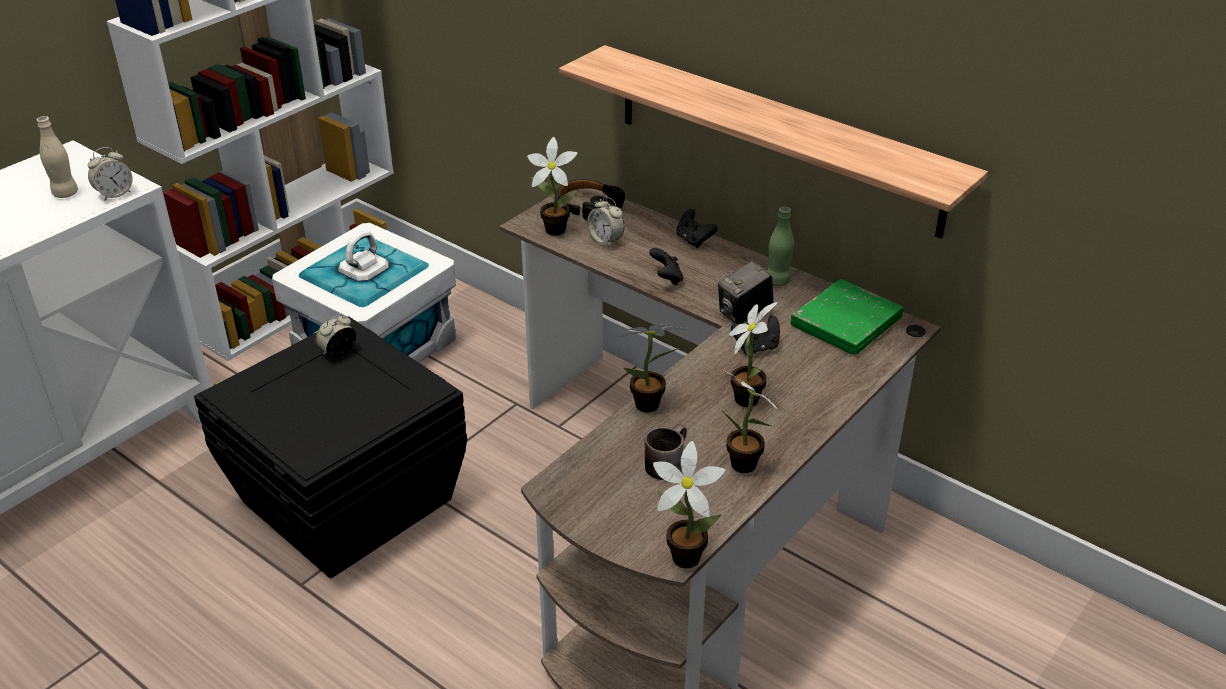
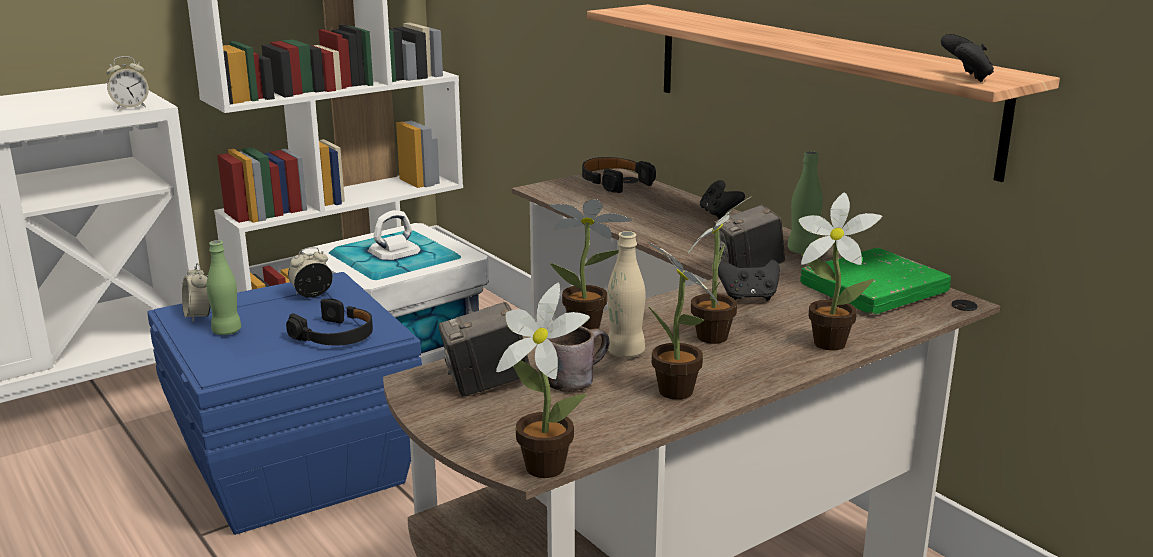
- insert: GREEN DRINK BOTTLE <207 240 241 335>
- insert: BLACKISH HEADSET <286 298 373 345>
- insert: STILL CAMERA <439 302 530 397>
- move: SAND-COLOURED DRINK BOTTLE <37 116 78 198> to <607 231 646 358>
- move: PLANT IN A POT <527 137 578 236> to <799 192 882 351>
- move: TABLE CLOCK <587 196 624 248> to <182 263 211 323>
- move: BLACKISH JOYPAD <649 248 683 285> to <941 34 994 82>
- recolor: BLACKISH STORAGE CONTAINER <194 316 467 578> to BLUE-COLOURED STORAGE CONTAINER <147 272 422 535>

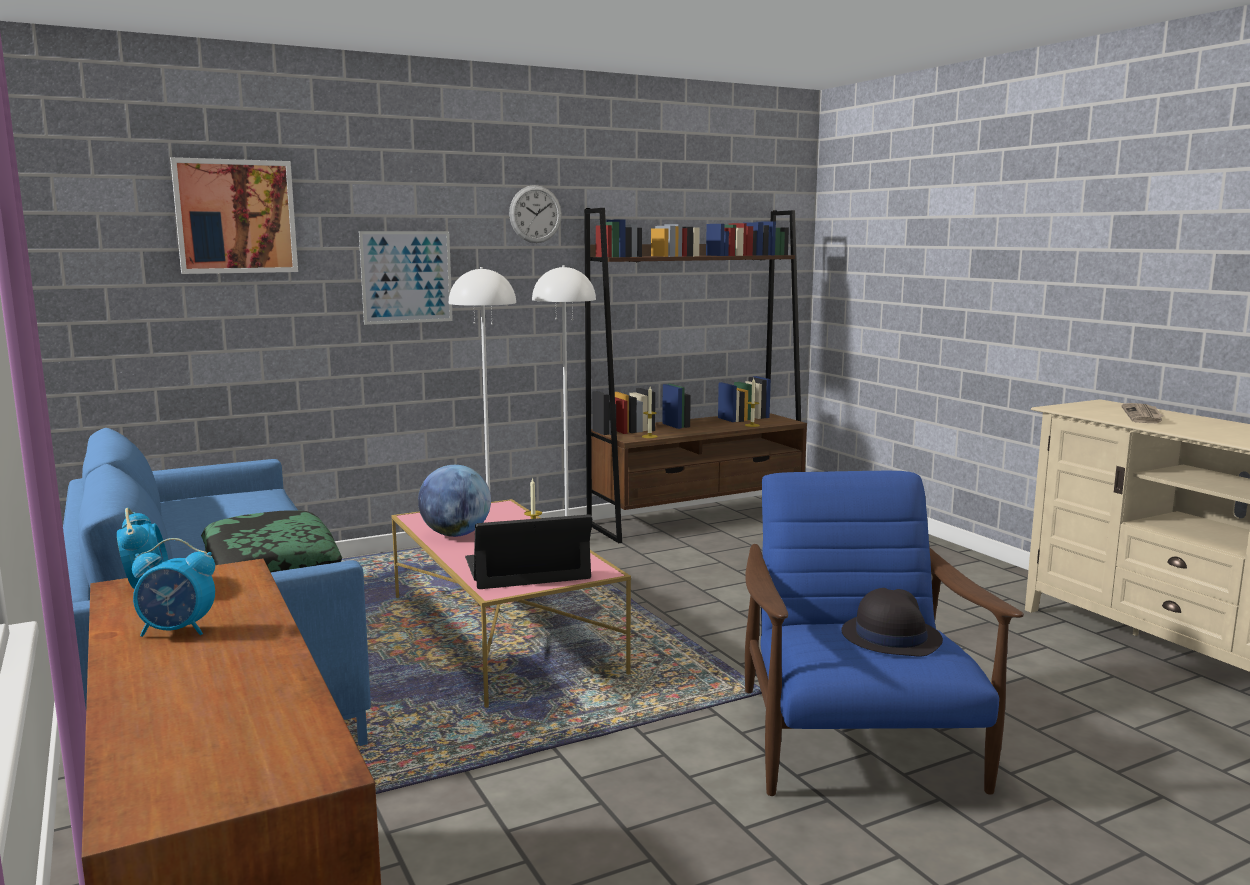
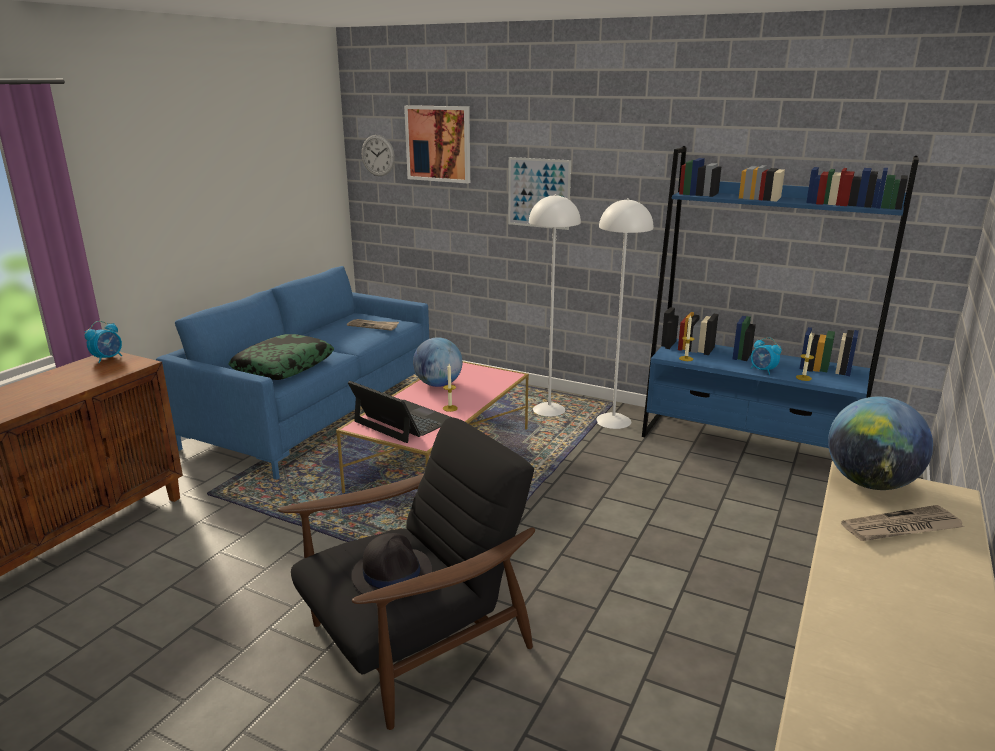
- insert: NEWSPAPER <347 319 399 331>
- insert: DESK GLOBE <828 397 933 490>
- move: TABLE CLOCK <132 538 215 637> to <751 337 782 375>
- move: HANGING CLOCK <509 185 562 243> to <362 135 395 176>
- recolor: BROWN BOOKSHELF <584 208 807 543> to BLUE-COLOURED BOOKSHELF <642 146 919 448>
- recolor: BLUE-COLOURED EASY CHAIR <745 471 1024 796> to BLACKISH EASY CHAIR <278 417 535 730>

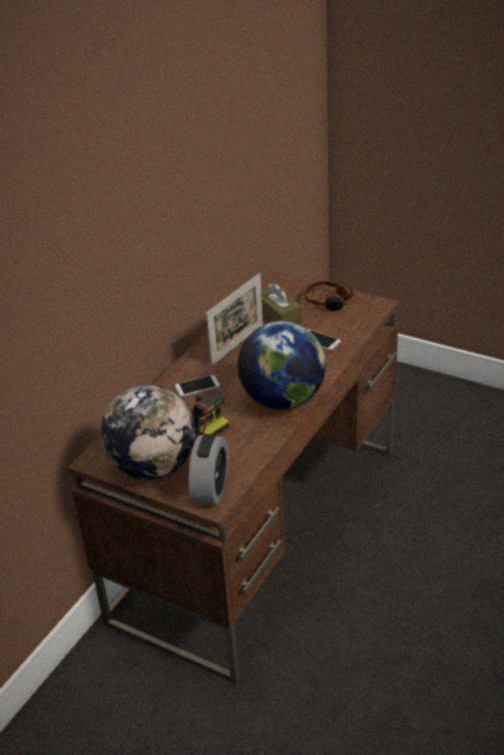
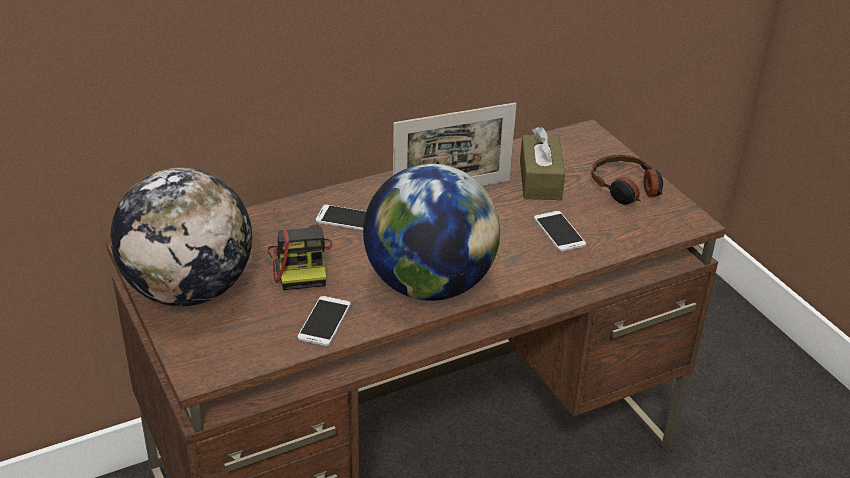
- delete: TABLE CLOCK <189 434 228 506>
- insert: HANDSET <297 296 351 346>

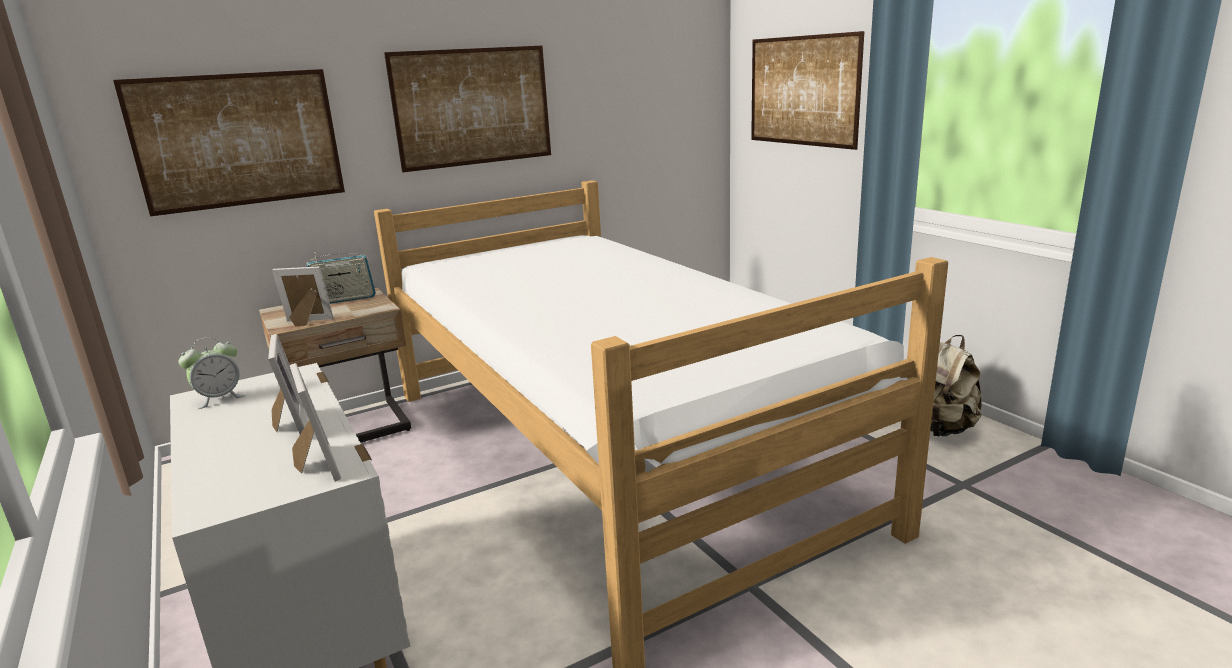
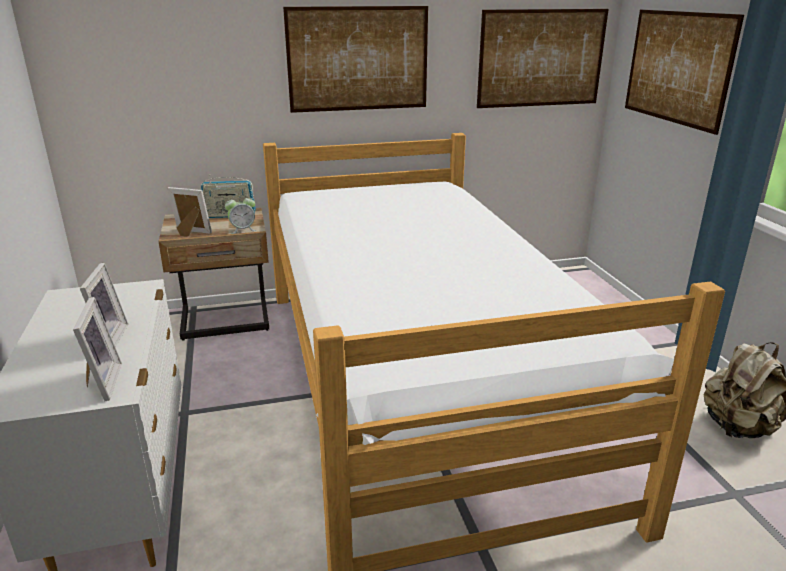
- move: WALL PICTURE <113 69 345 216> to <477 9 609 108>
- move: TABLE CLOCK <178 337 246 409> to <225 194 257 234>

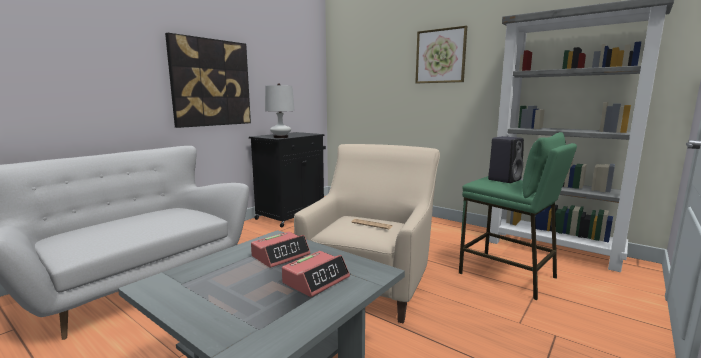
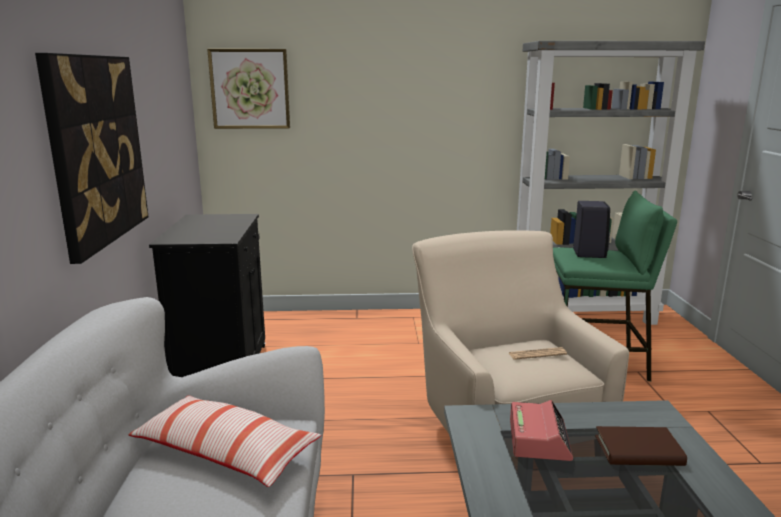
- delete: WHITE-COLOURED LAMP FOR A TABLE <265 83 295 138>
- insert: CUSHION <128 395 321 487>
- move: WALL PICTURE <415 26 467 83> to <207 49 290 129>
- replace: TABLE CLOCK <282 251 350 297> to BROWN BOOK <595 426 687 466>

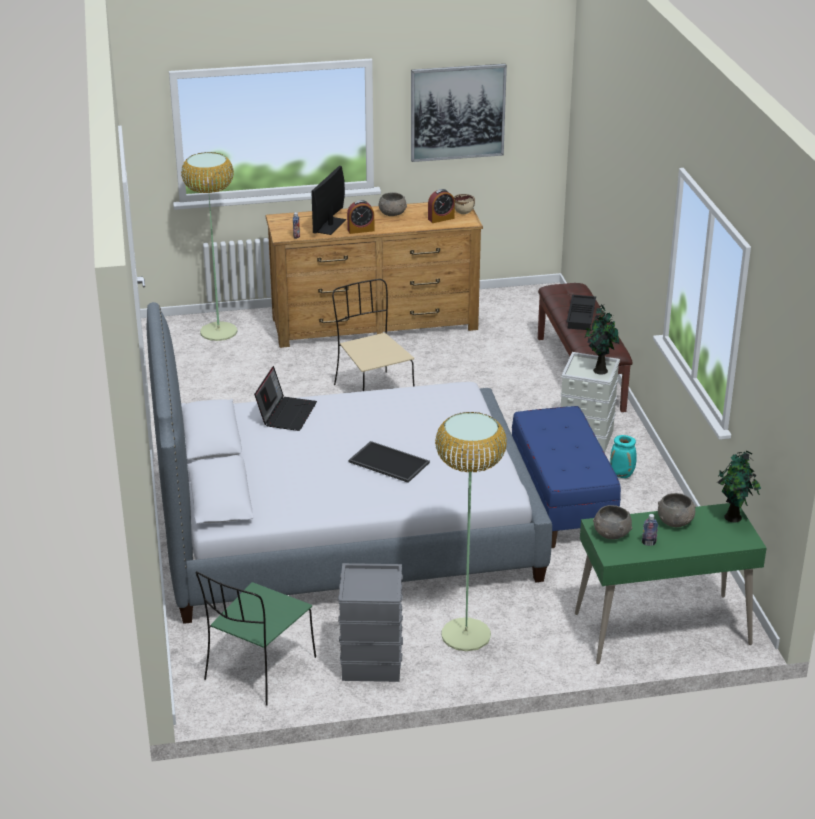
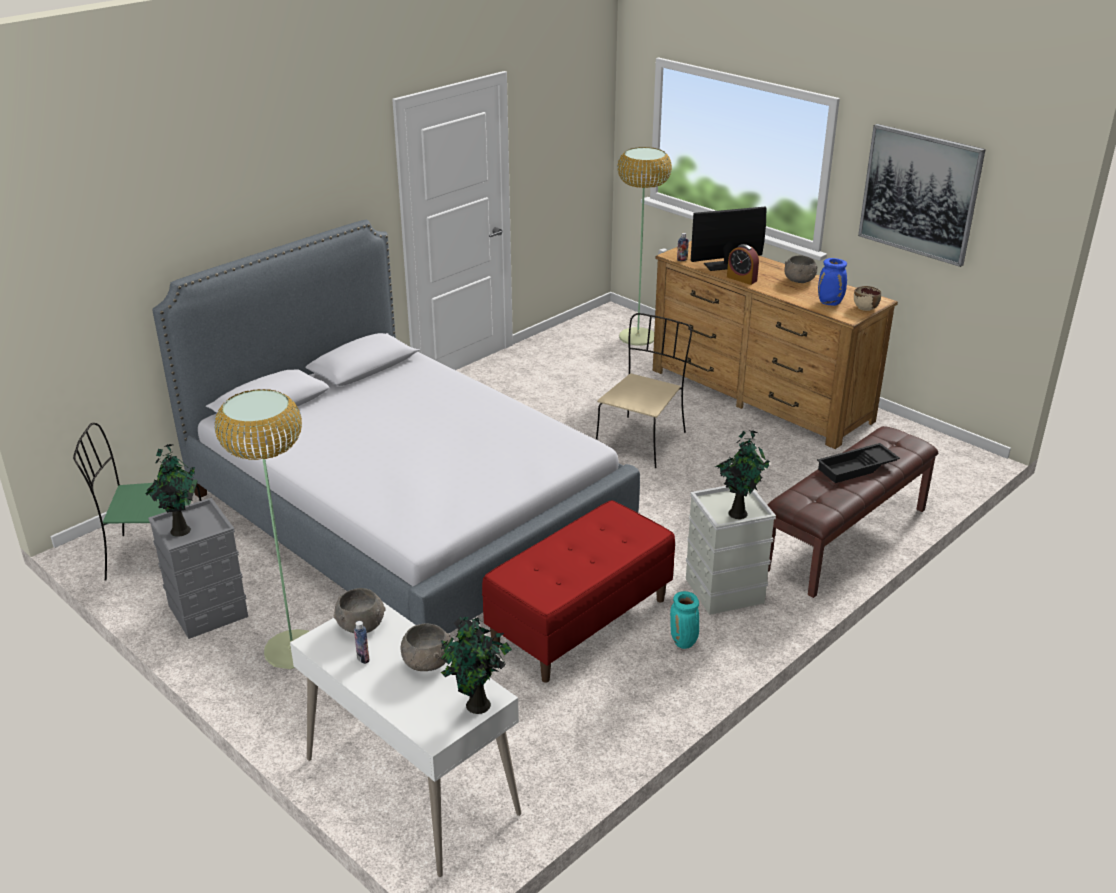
- delete: PORTABLE COMPUTER <254 366 317 431>
- delete: CARRYING TRAY <348 441 430 483>
- insert: PLANT IN A POT <146 444 195 537>
- replace: TABLE CLOCK <428 189 455 223> to BLUE-COLOURED VASE <818 258 847 306>
- recolor: BLUE-COLOURED BENCH <512 406 621 548> to REDDISH BENCH <482 500 675 683>
- recolor: GREEN DESK TABLE <575 503 767 664> to WHITE-COLOURED DESK TABLE <290 601 521 877>

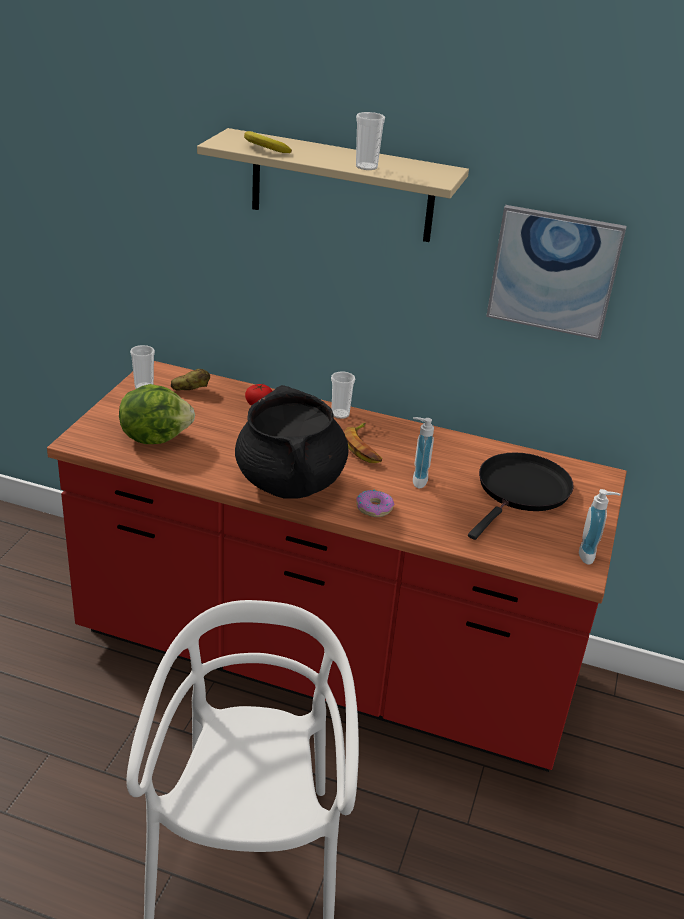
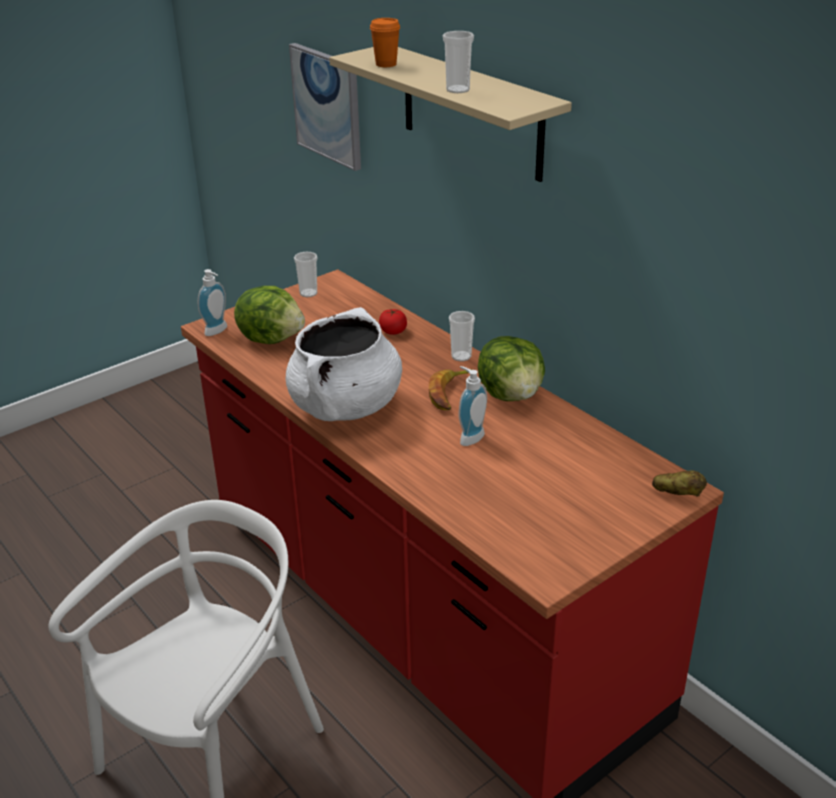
- delete: RING DOUGHNUT <356 490 394 517>
- delete: BLACKISH PAN <468 452 574 540>
- insert: HEAD OF LETTUCE <478 336 545 401>
- move: SPUD <171 369 210 391> to <652 470 707 497>
- move: WALL PICTURE <486 205 627 340> to <289 43 361 171>
- move: LIQUID SOAP BOTTLE <579 489 621 565> to <198 269 227 336>
- replace: BANANA <244 131 292 153> to ORANGEY DRINKING CUP <370 18 400 67>
- recolor: BLACKISH STOCKPOT <235 385 348 499> to WHITE-COLOURED STOCKPOT <286 307 402 421>

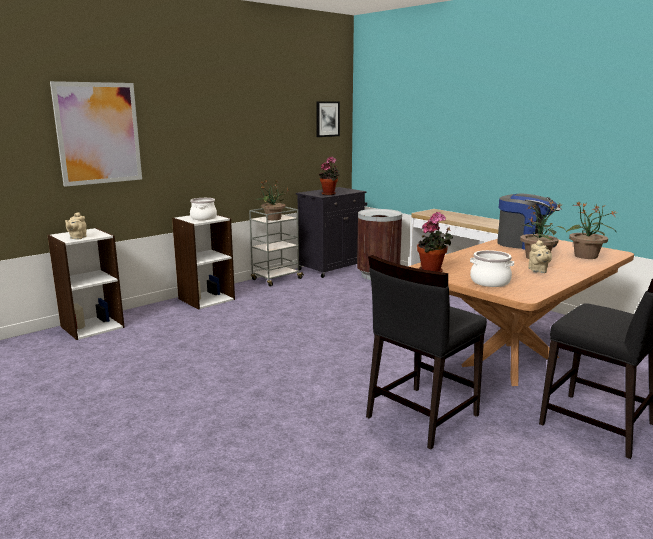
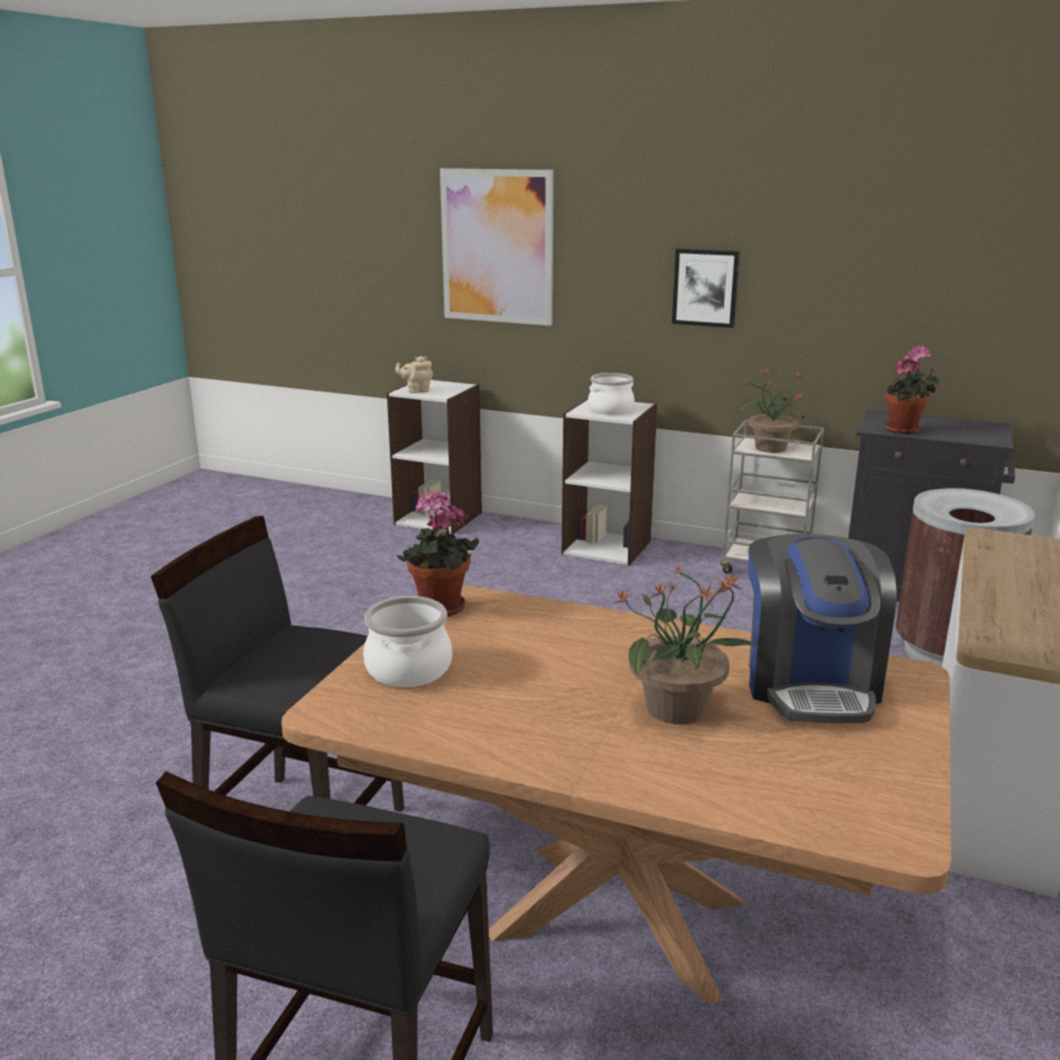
- delete: SAND-COLOURED TEA POT <528 240 552 273>
- delete: PLANT IN A POT <566 202 616 259>
- move: WALL PICTURE <316 101 340 137> to <672 249 740 328>

